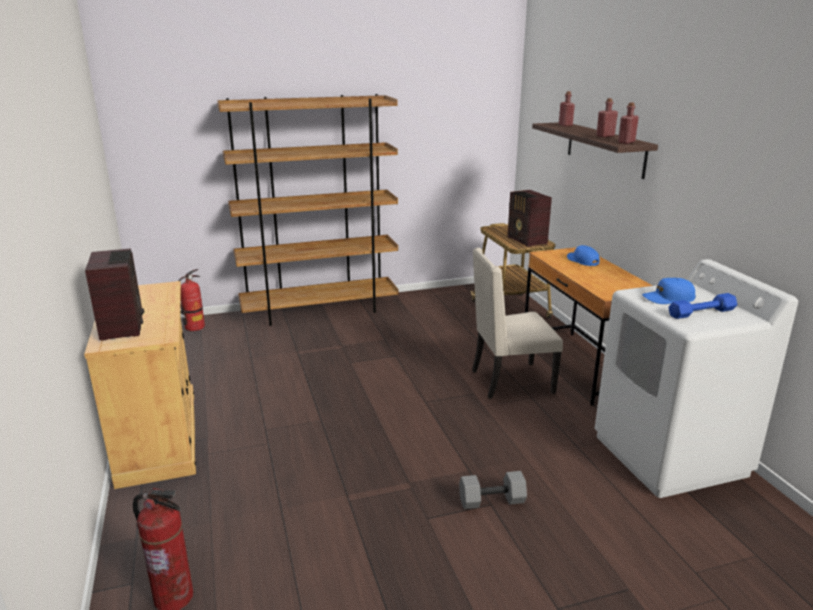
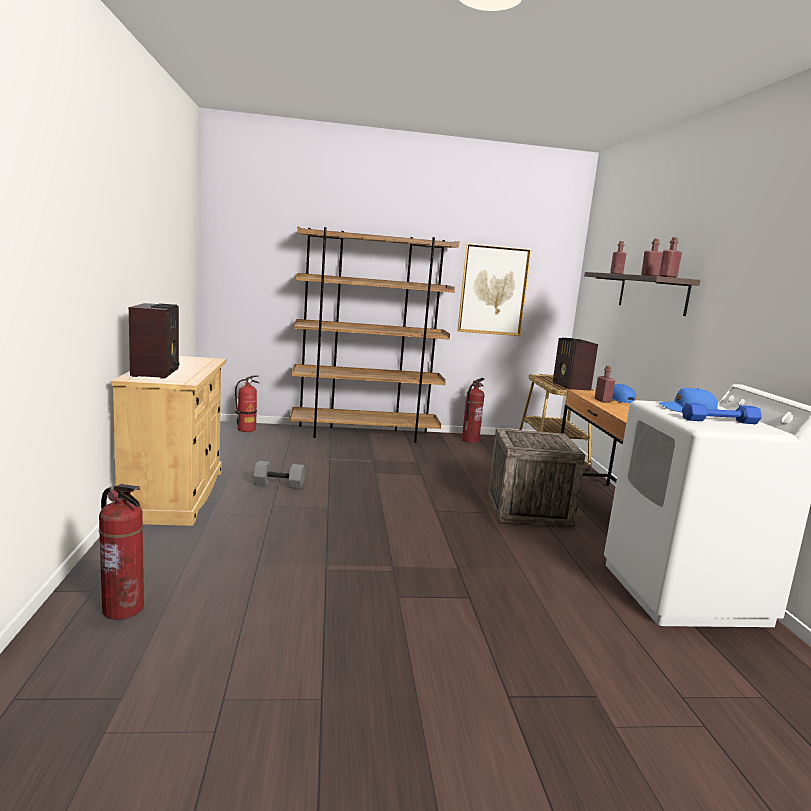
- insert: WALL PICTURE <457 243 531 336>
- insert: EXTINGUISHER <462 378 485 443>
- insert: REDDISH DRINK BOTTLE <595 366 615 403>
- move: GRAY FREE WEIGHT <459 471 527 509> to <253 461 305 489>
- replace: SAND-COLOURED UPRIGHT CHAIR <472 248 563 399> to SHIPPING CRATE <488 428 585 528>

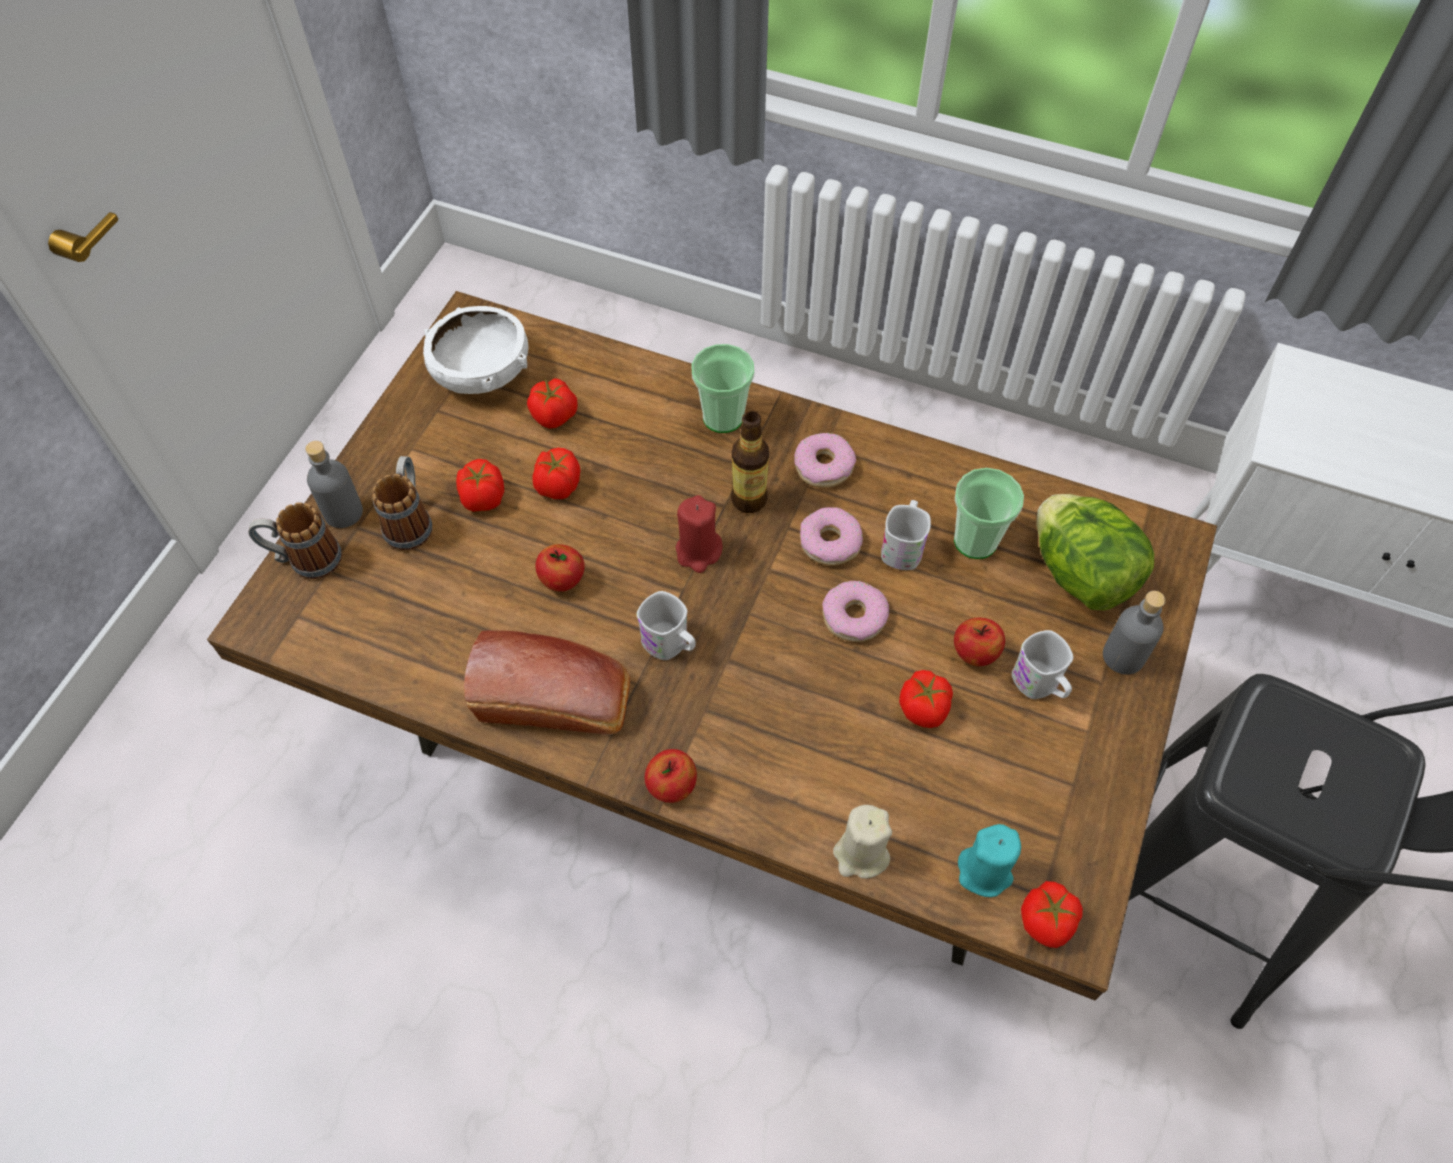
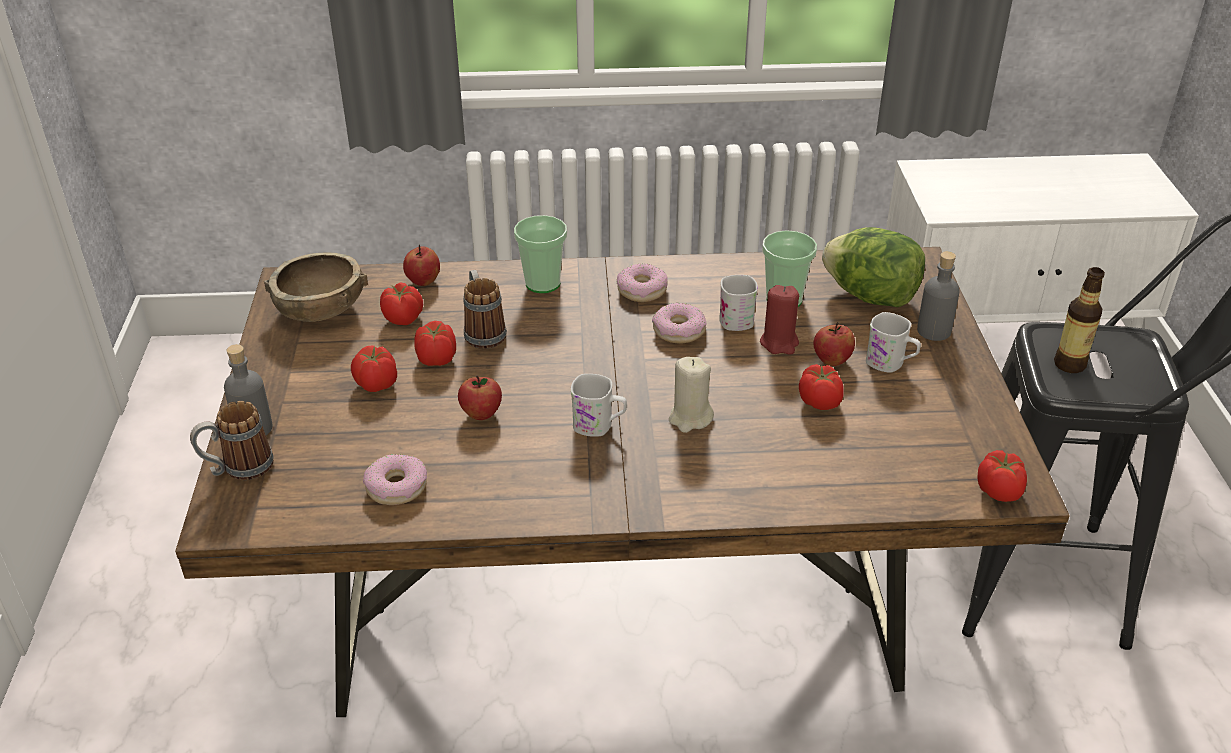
- delete: BAKERY BREAD <464 630 630 735>
- delete: TURQUOISE-COLOURED WAX LIGHT <958 824 1021 897>
- move: COFFEE MUG <372 456 433 550> to <463 270 507 349>
- move: APPLE FRUIT <645 749 697 803> to <403 244 440 286>
- move: REDDISH WAX LIGHT <676 495 723 573> to <760 285 799 355>
- move: DRINK BOTTLE <731 411 769 513> to <1054 267 1105 373>
- move: RING DOUGHNUT <822 581 889 642> to <363 454 427 505>
- move: SAND-COLOURED WAX LIGHT <833 805 892 879> to <669 357 714 433>
- recolor: WHITE-COLOURED BOWL <423 306 528 394> to BROWN BOWL <264 253 368 322>

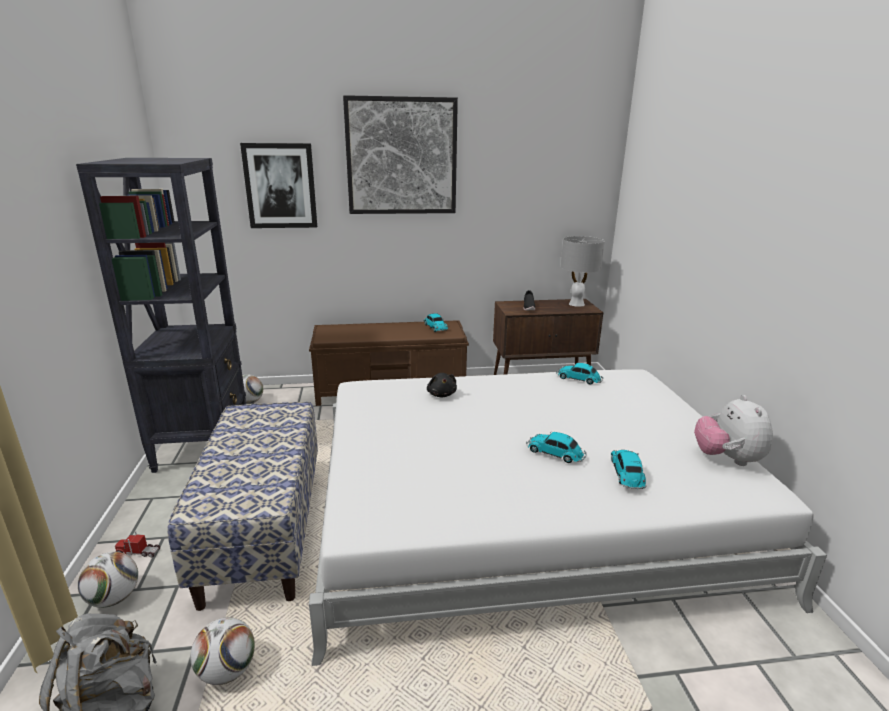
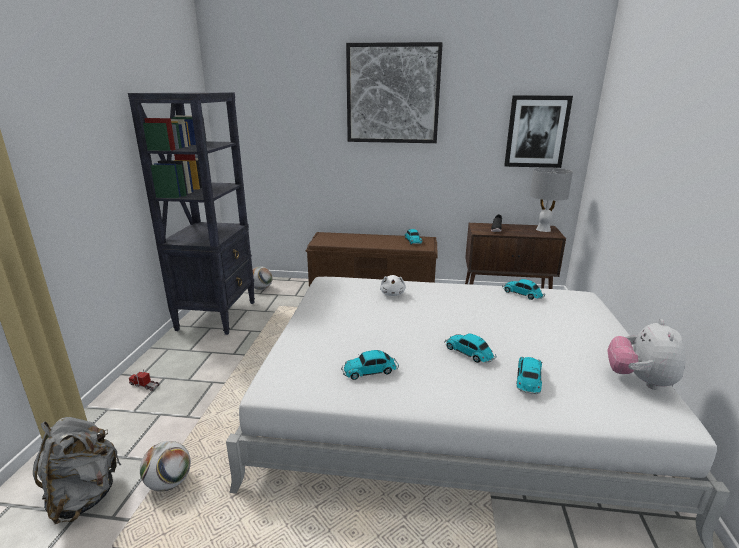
- delete: FOOTBALL <78 552 138 608>
- delete: BENCH <167 402 318 611>
- insert: MODEL CAR <341 350 399 380>
- move: WALL PICTURE <240 143 317 228> to <504 95 573 168>
- recolor: BLACKISH CUDDLY TOY <427 373 457 397> to WHITE-COLOURED CUDDLY TOY <380 275 406 296>

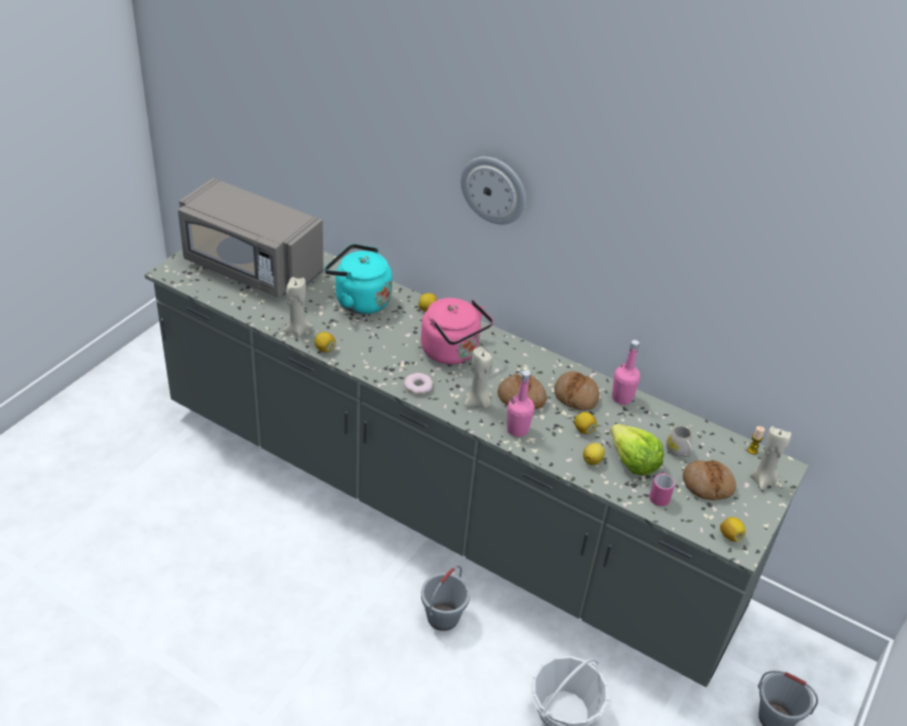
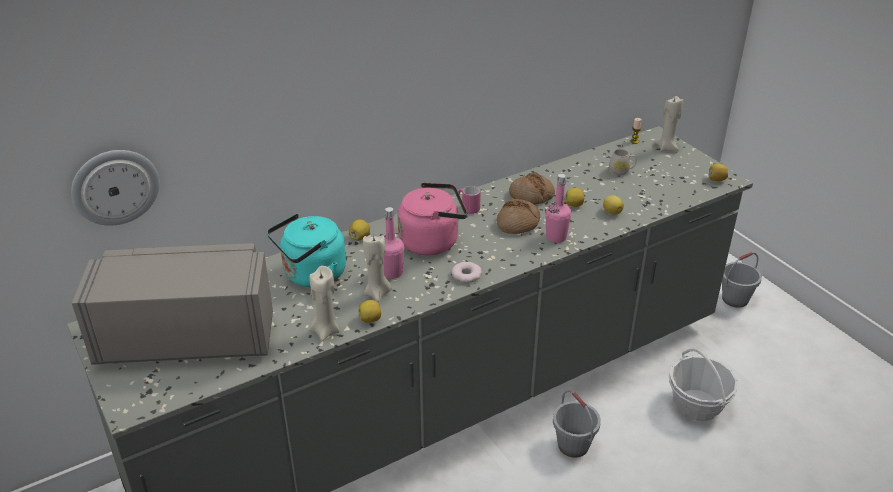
- delete: HEAD OF LETTUCE <610 424 664 476>
- delete: BAKERY BREAD <683 460 736 500>
- move: HANGING CLOCK <461 157 526 225> to <71 150 160 226>
- move: SAND-COLOURED WAX LIGHT <464 347 493 408> to <363 235 391 302>
- move: PINK DRINK BOTTLE <612 340 640 405> to <383 207 404 279>
- move: PINK COFFEE MUG <649 473 675 506> to <458 186 481 214>
- rotate: GRAY MICROWAVE <178 178 324 297> = <72 243 273 365> 150 degrees counterclockwise

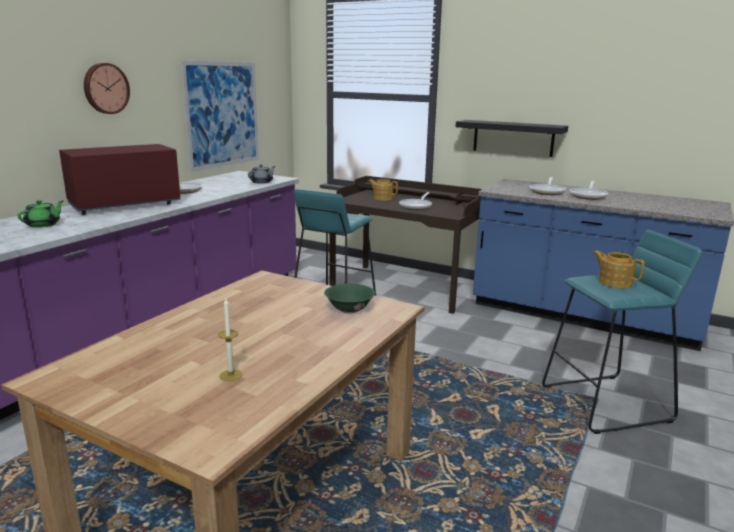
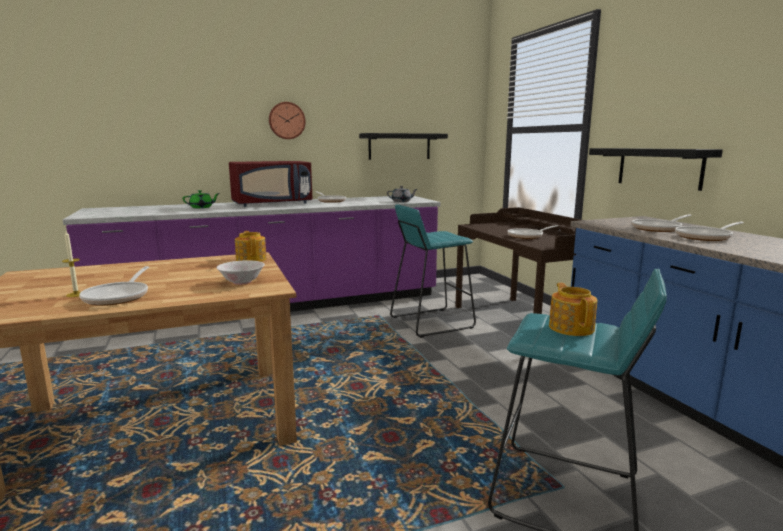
- insert: PAN <79 266 149 306>
- move: TEA POT <368 179 398 201> to <235 231 267 262>
- replace: WALL PICTURE <181 61 259 172> to BLACKISH SHELF <359 133 448 160>
- recolor: GREEN BOWL <324 283 375 314> to WHITE-COLOURED BOWL <216 260 265 285>
- rotate: REDDISH MICROWAVE <59 144 180 215> = <229 161 312 207> 150 degrees clockwise

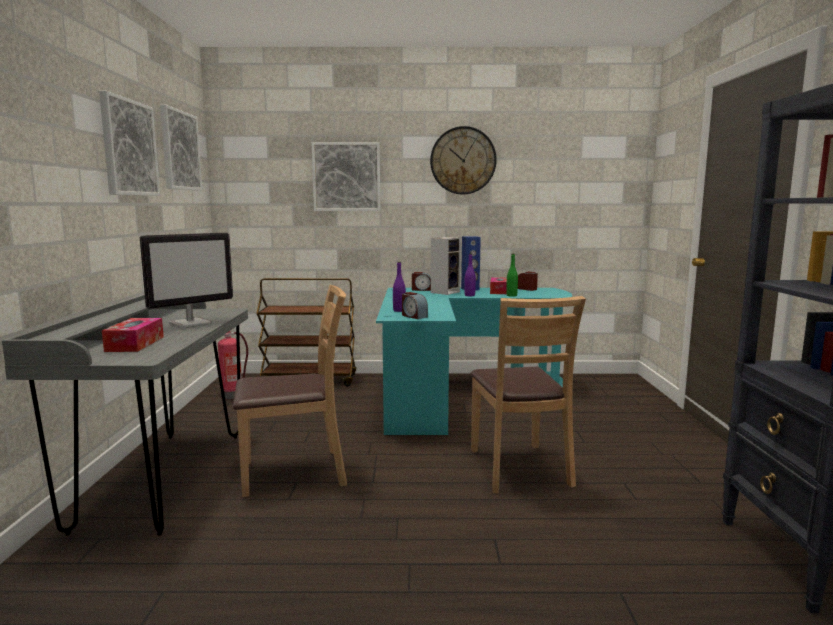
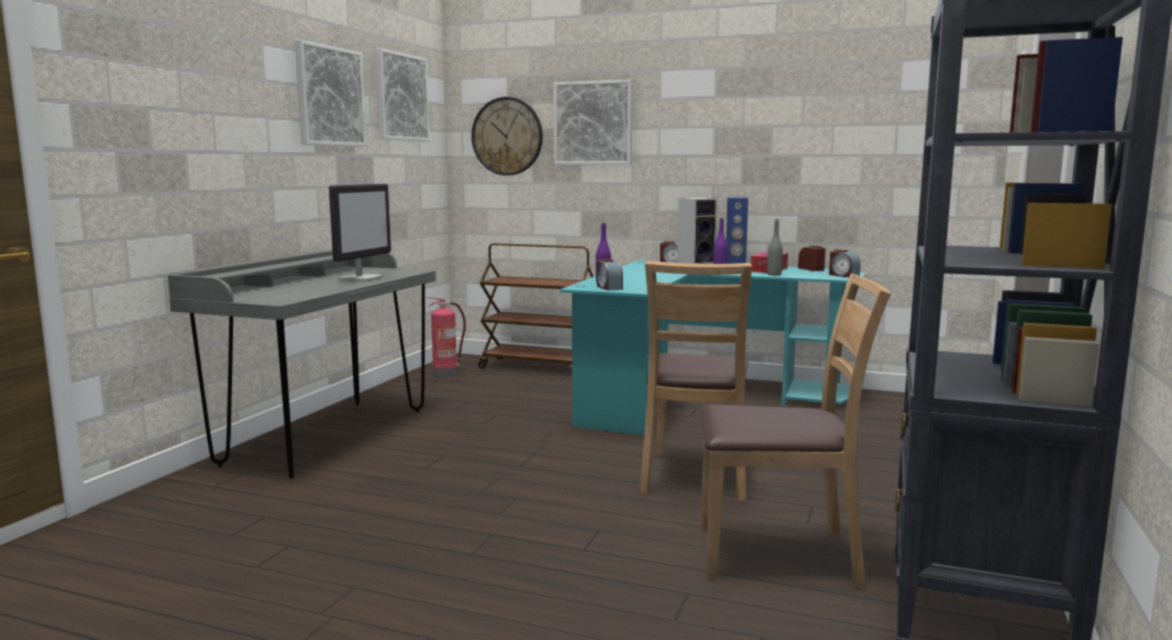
- delete: BOX OF TISSUES <102 318 164 352>
- insert: TABLE CLOCK <829 250 861 277>
- move: BROWN UPRIGHT CHAIR <233 285 347 497> to <700 273 891 590>
- move: HANGING CLOCK <430 126 497 195> to <471 97 543 176>
- recolor: GREEN DRINK BOTTLE <506 254 518 297> to GRAY DRINK BOTTLE <767 219 783 276>
- rotate: COMPUTER SCREEN <140 233 233 328> = <329 184 391 282> 45 degrees counterclockwise

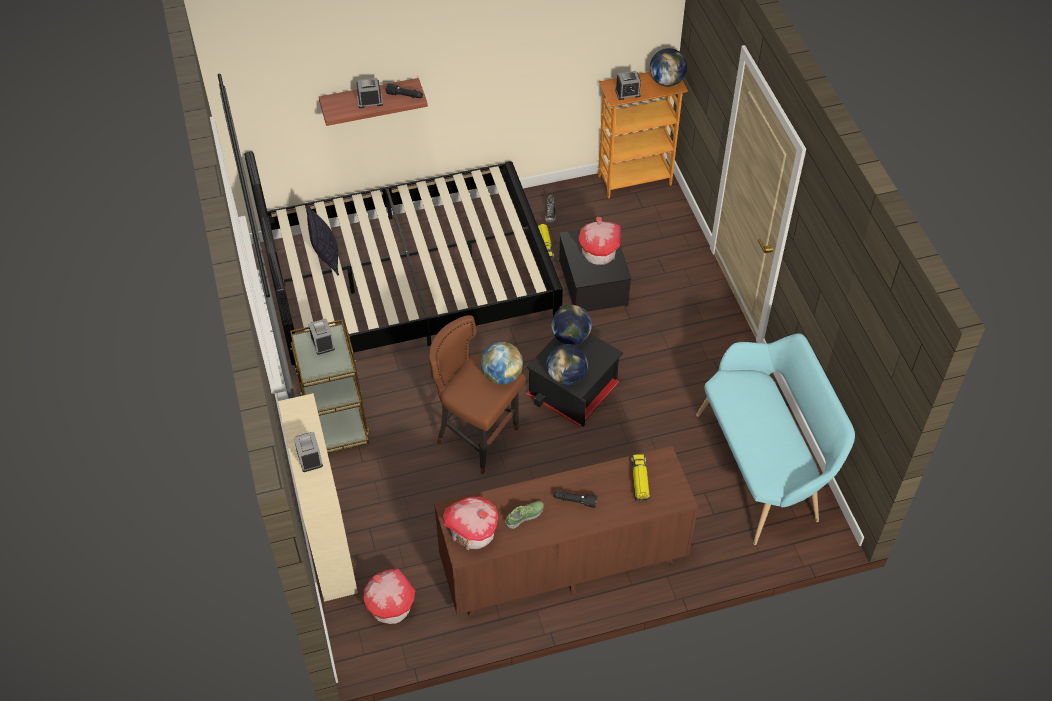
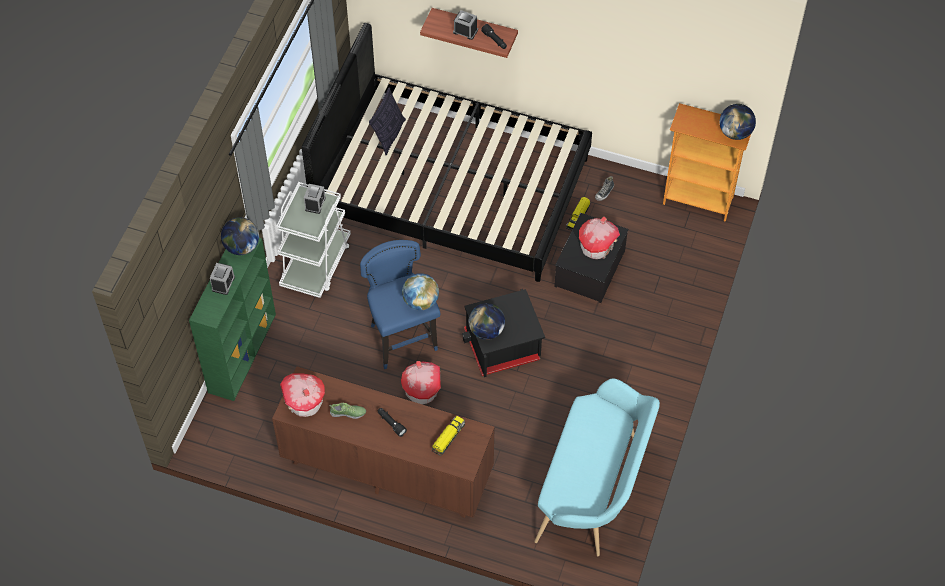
- delete: TABLE CLOCK <615 71 641 100>
- move: MINIATURE HOUSE <363 569 415 624> to <401 361 441 404>
- move: DESK GLOBE <551 305 592 345> to <221 217 259 255>
- recolor: SAND-COLOURED BOOKSHELF <278 393 358 602> to GREEN BOOKSHELF <189 238 276 401>
- recolor: BROWN WHEELED CART <290 320 370 453> to WHITE-COLOURED WHEELED CART <276 182 351 298>
- recolor: BROWN STOOL SEAT <429 315 526 474> to BLUE-COLOURED STOOL SEAT <360 240 440 369>

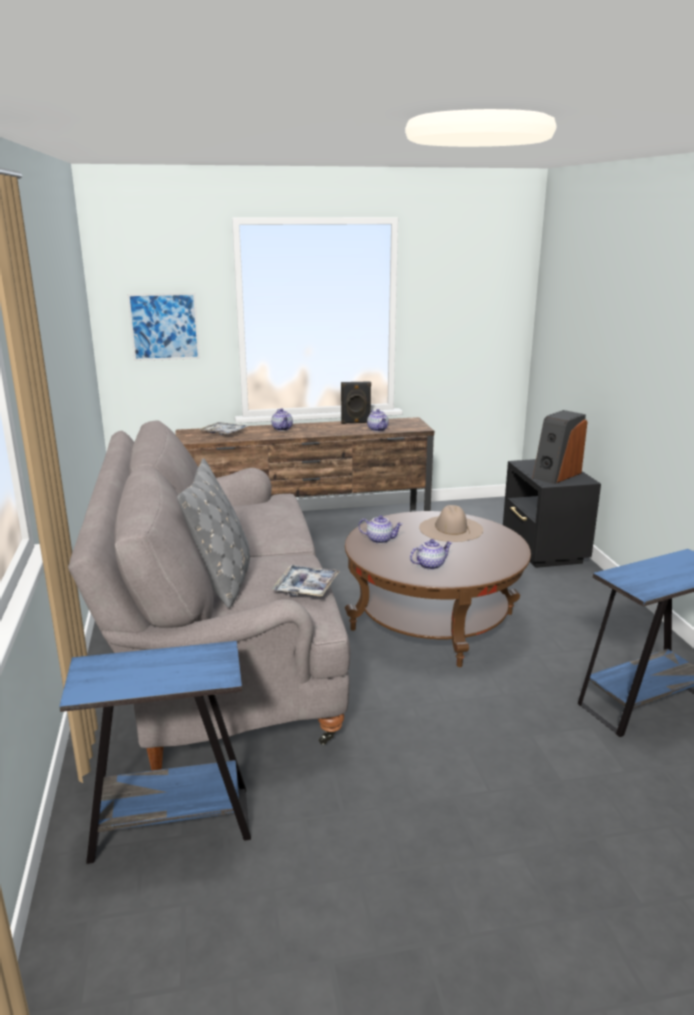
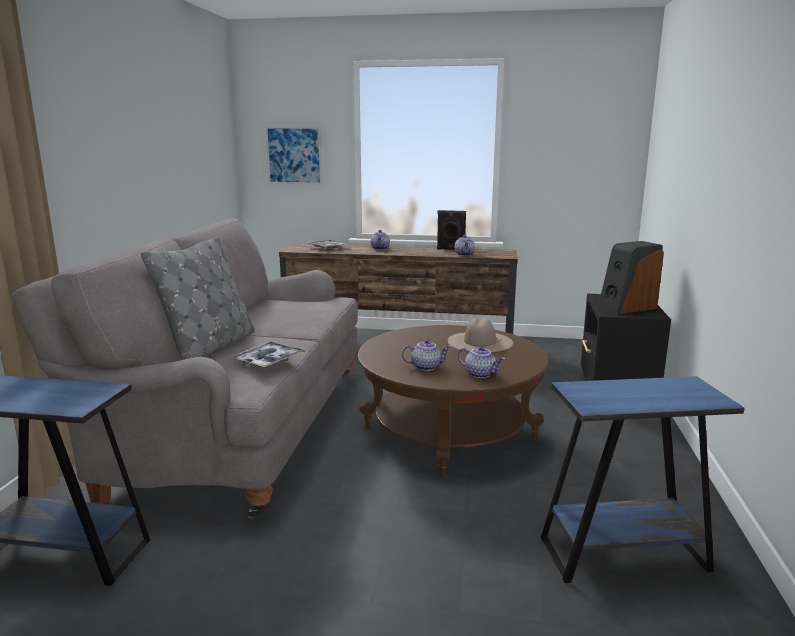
- move: TEA POT <358 515 403 544> to <458 346 505 378>

